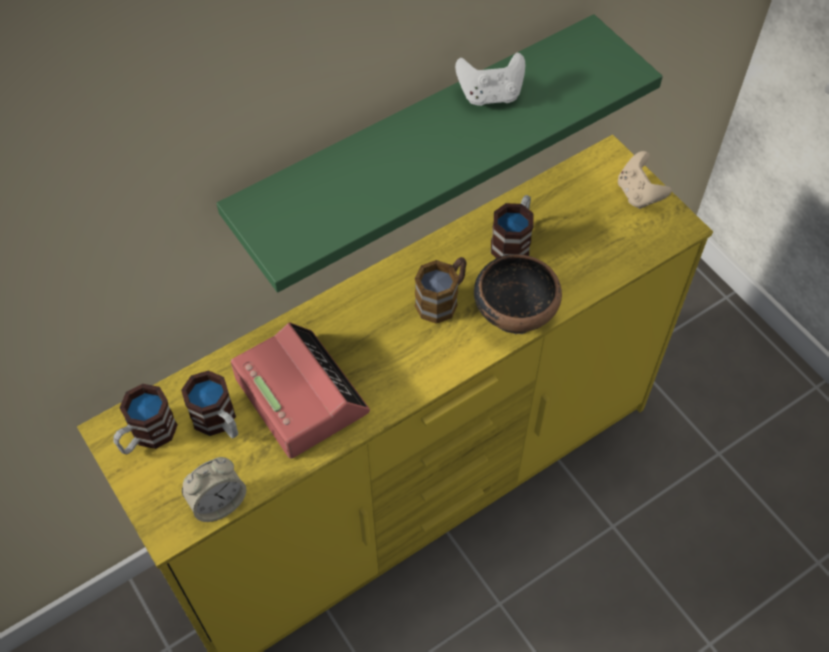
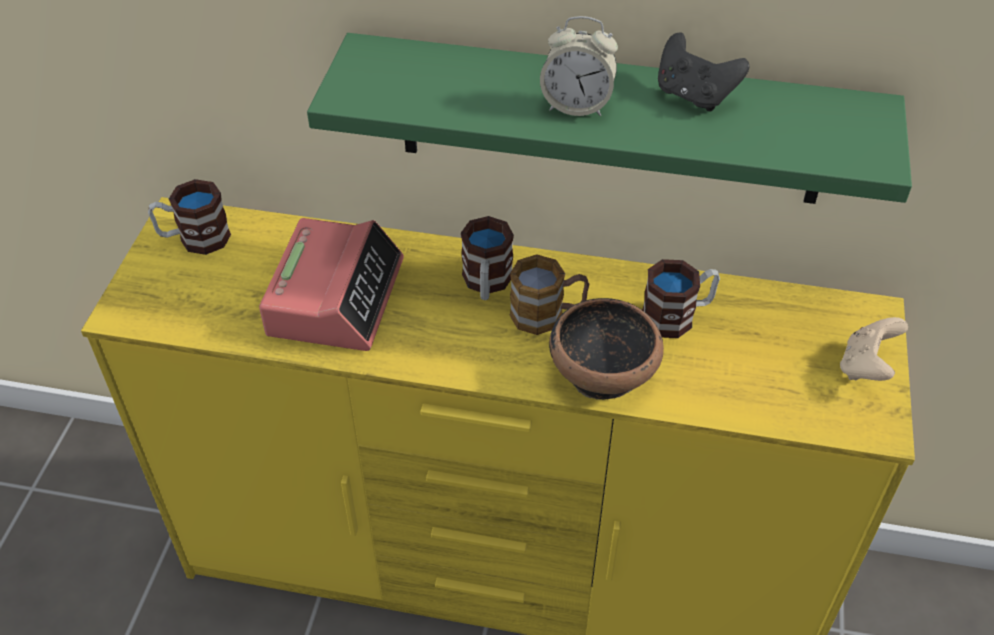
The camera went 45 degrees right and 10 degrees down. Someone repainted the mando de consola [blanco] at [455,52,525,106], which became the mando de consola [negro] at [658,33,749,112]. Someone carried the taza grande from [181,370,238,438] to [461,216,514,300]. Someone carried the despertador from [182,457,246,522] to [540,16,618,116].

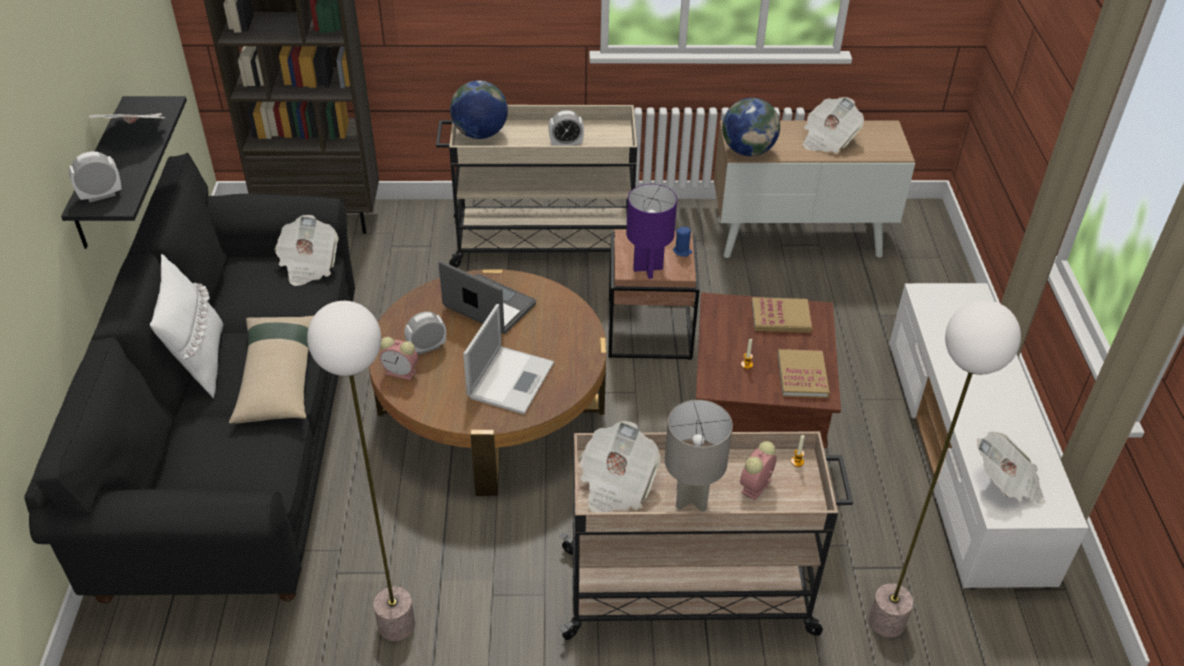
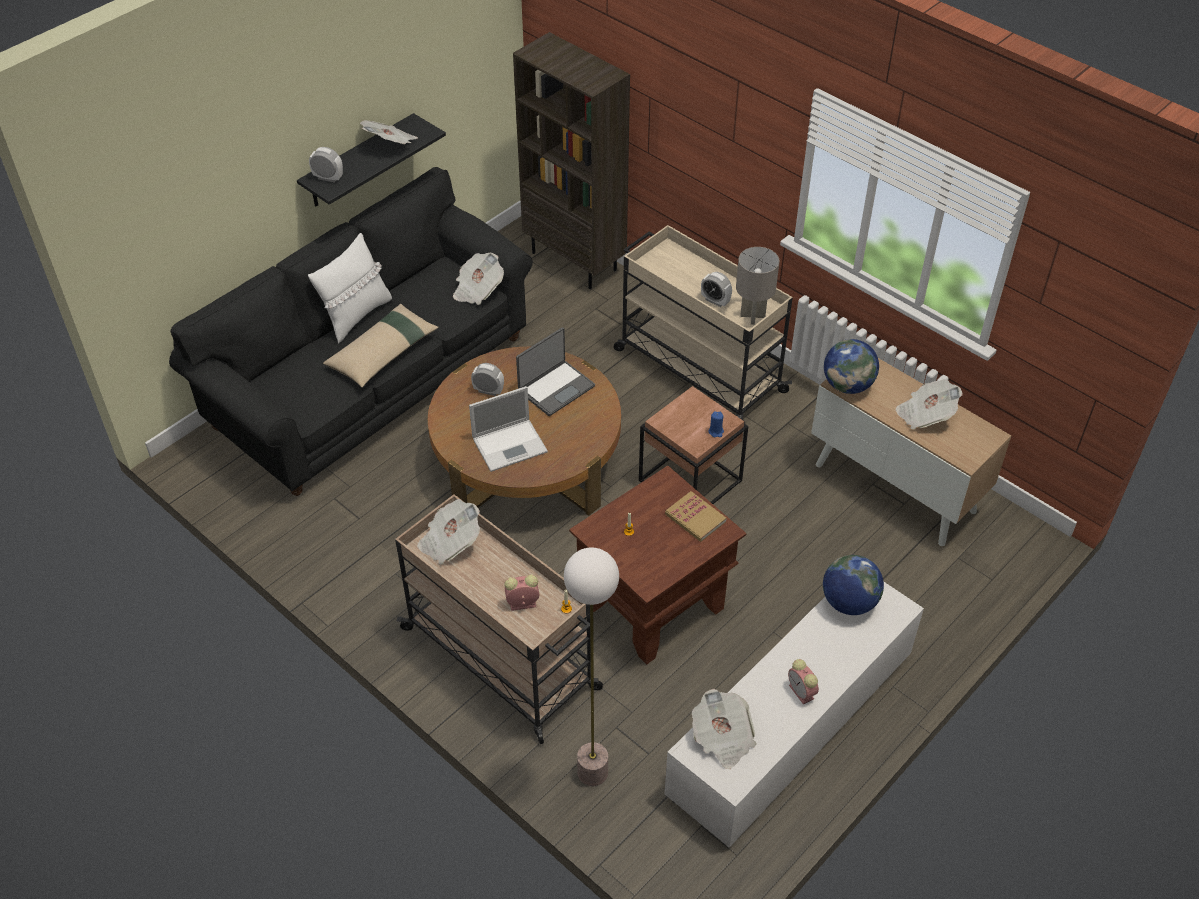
The camera went 45 degrees right and 5 degrees up. Someone carried the globo terráqueo from [450,80,508,139] to [823,555,884,615]. Someone took away the lámpara de mesa [morado] at [626,184,677,279]. Someone rotated the portátil at [439,261,536,334] by 60 degrees clockwise. Someone took away the lámpara de pie at [307,301,415,641]. Someone carried the despertador from [379,337,418,380] to [788,659,819,705]. Someone took away the libro at [778,349,830,398]. Someone carried the lámpara de mesa [gris] from [665,400,733,511] to [736,247,780,325].

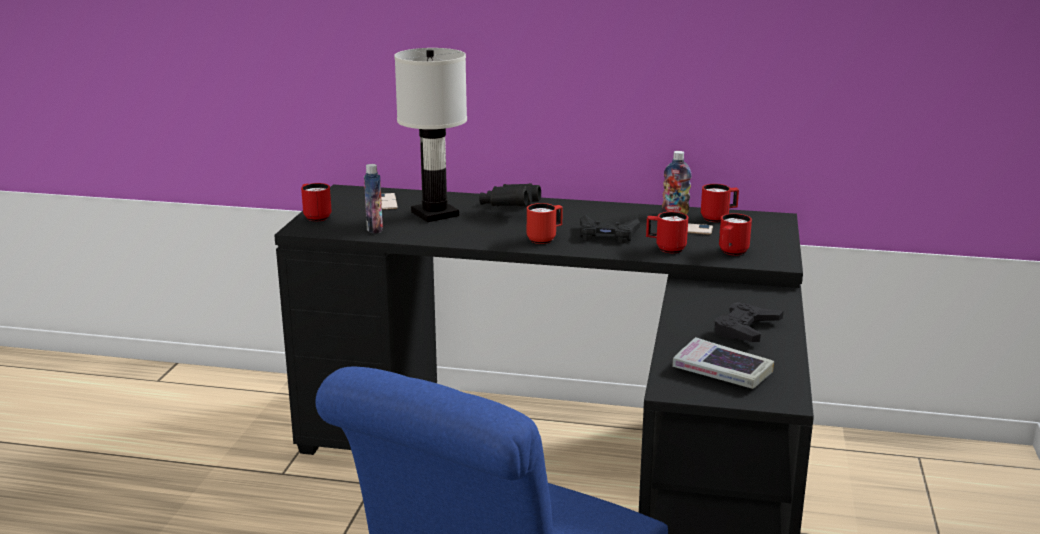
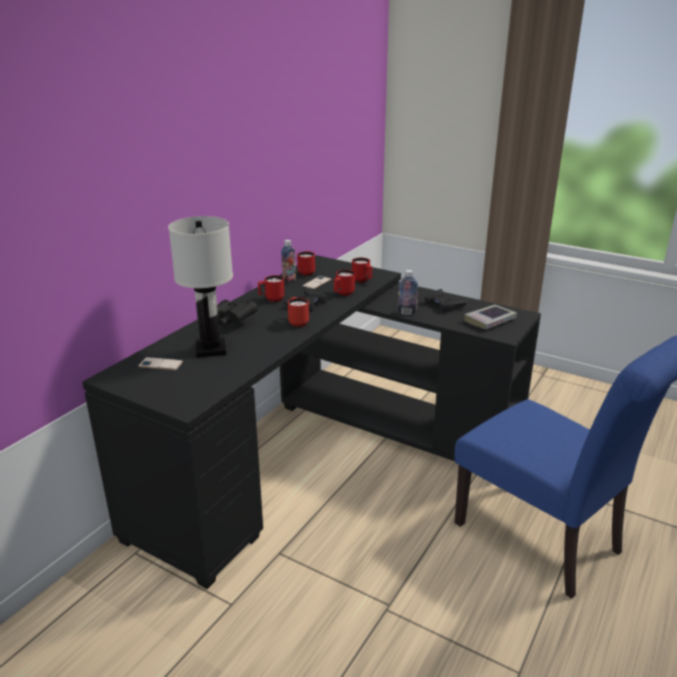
The camera went 70 degrees left and 5 degrees up. Someone carried the botella from [364,164,383,234] to [398,270,418,315]. Someone carried the taza grande [rojo] from [301,183,332,221] to [258,275,285,302].

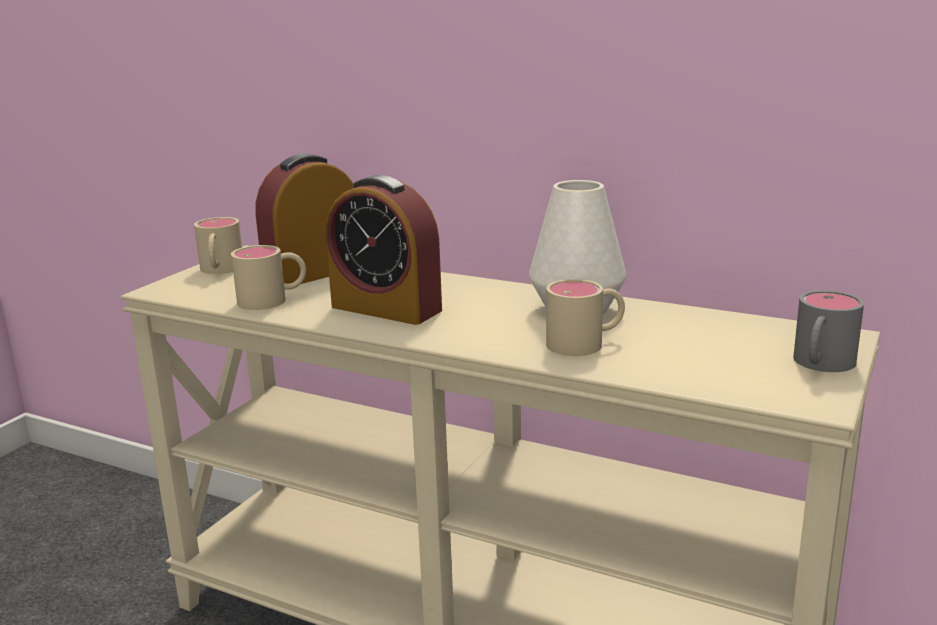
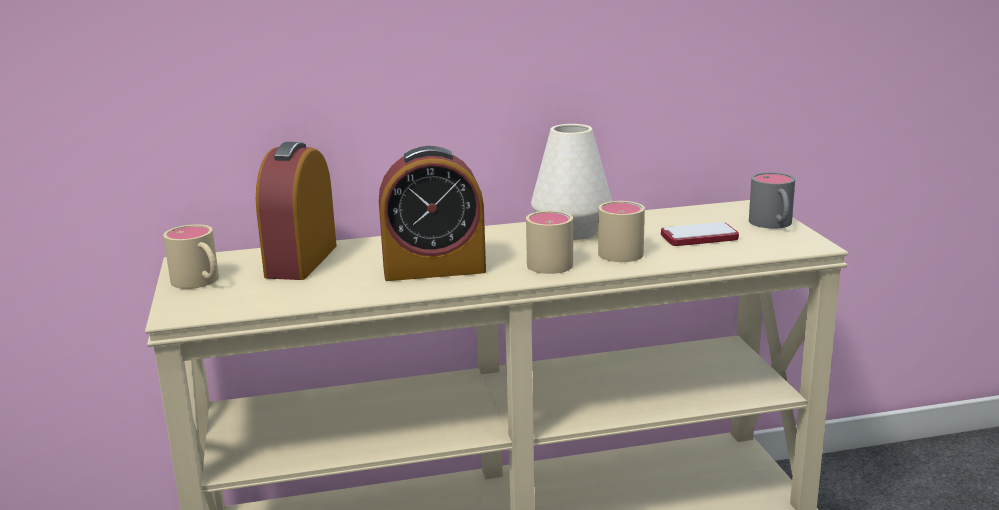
The camera went 40 degrees left and 0 degrees up. Someone carried the taza grande [beis] from [231,245,306,310] to [526,211,573,274]. Someone put down the móvil at [661,222,739,246].

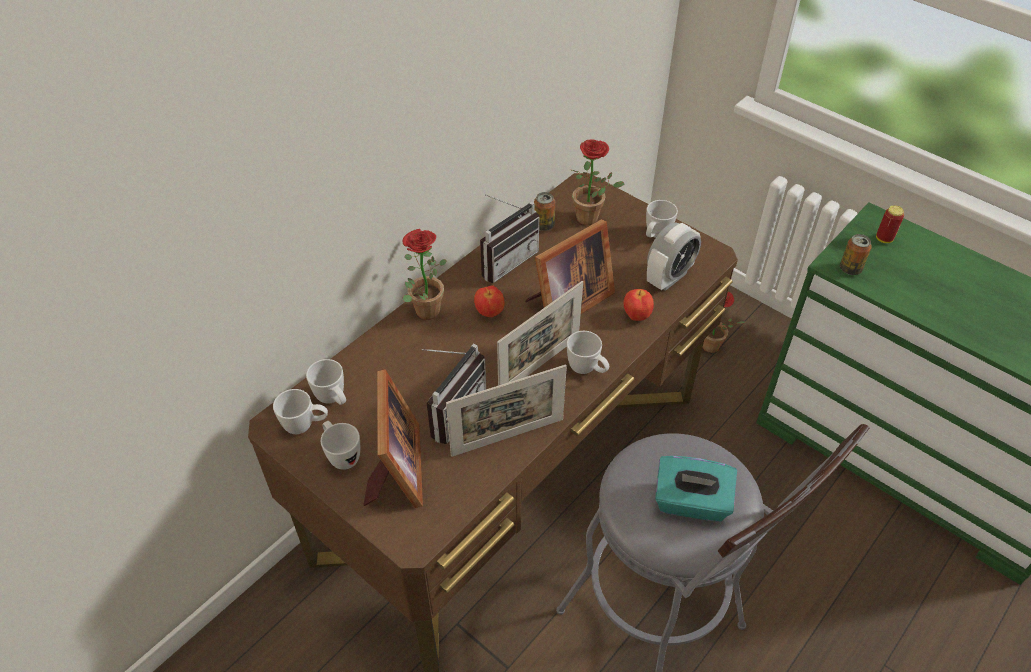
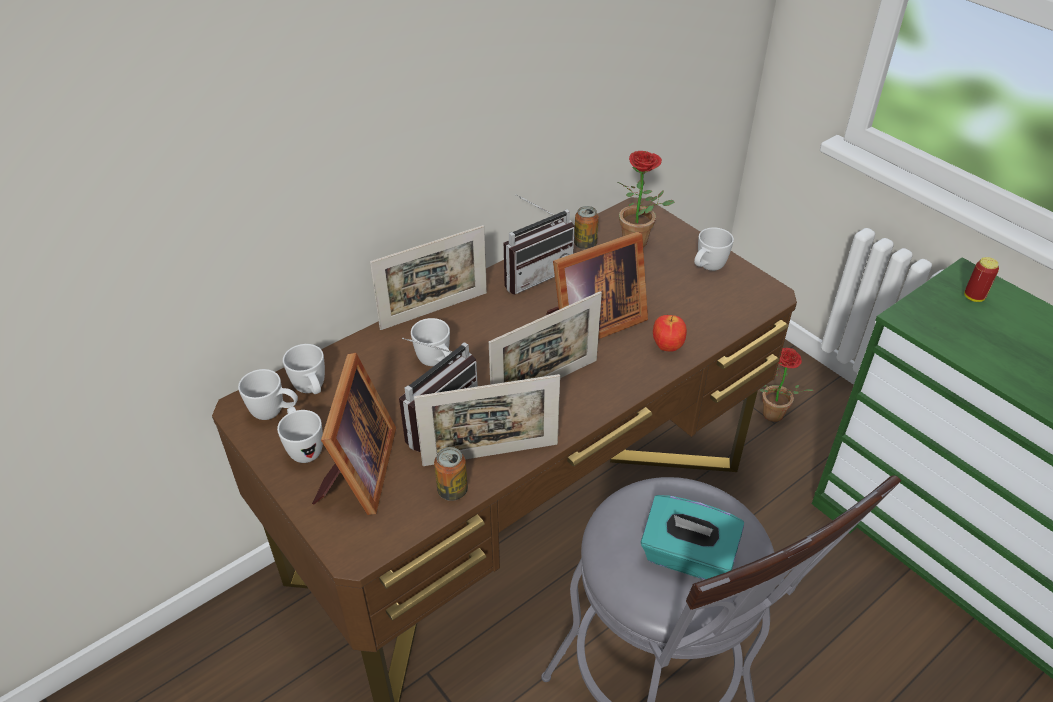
The camera went 10 degrees right and 5 degrees down. Someone took away the despertador at [647,222,701,291]. Someone swapped the planta en maceta at [402,229,447,320] for the portarretratos at [370,225,487,330]. Someone carried the lata from [840,234,872,275] to [434,447,468,501]. Someone took away the manzana at [474,285,505,317]. Someone carried the taza grande [blanco] from [567,331,609,374] to [411,318,451,366].

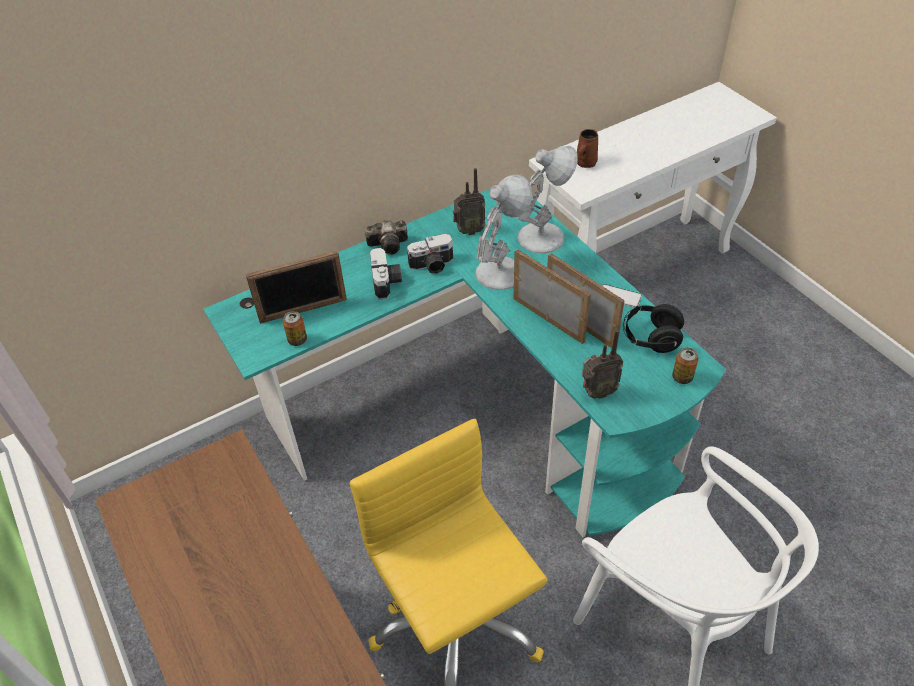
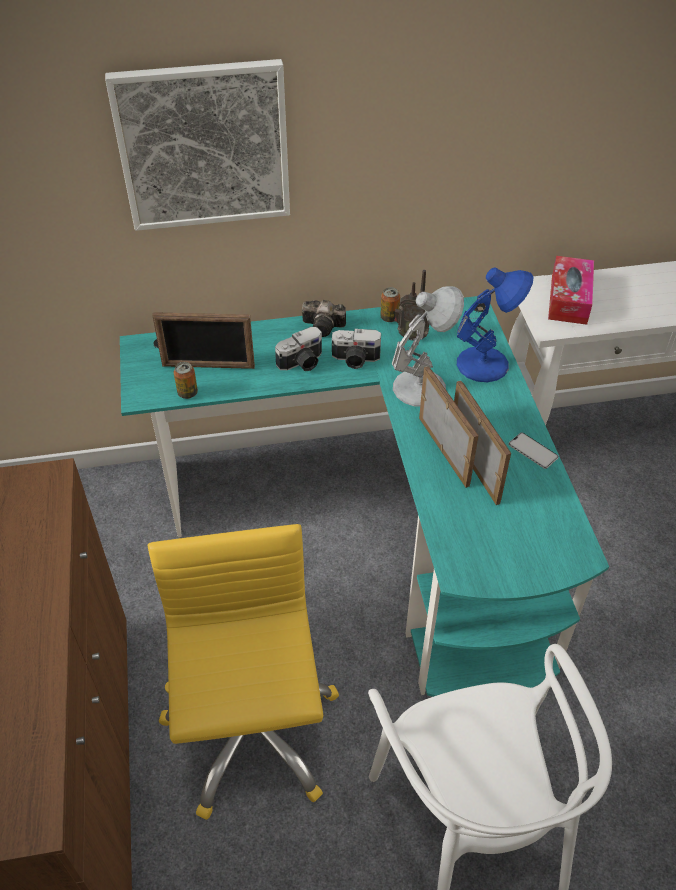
The camera went 20 degrees right and 0 degrees up. Someone swapped the taza grande [marrón] at [577,129,598,168] for the caja de pañuelos at [548,256,594,325]. Someone repainted the lámpara de mesa [blanco] at [517,146,578,253], which became the lámpara de mesa [azul] at [457,268,534,382]. Someone rotated the cámara at [370,248,402,299] by 45 degrees clockwise. Someone took away the auriculares [negro] at [623,304,684,353]. Someone took away the radio at [582,329,623,399]. Someone carried the lata from [672,348,698,384] to [380,287,400,322]. Someone put up the cuadro at [105,59,290,231].

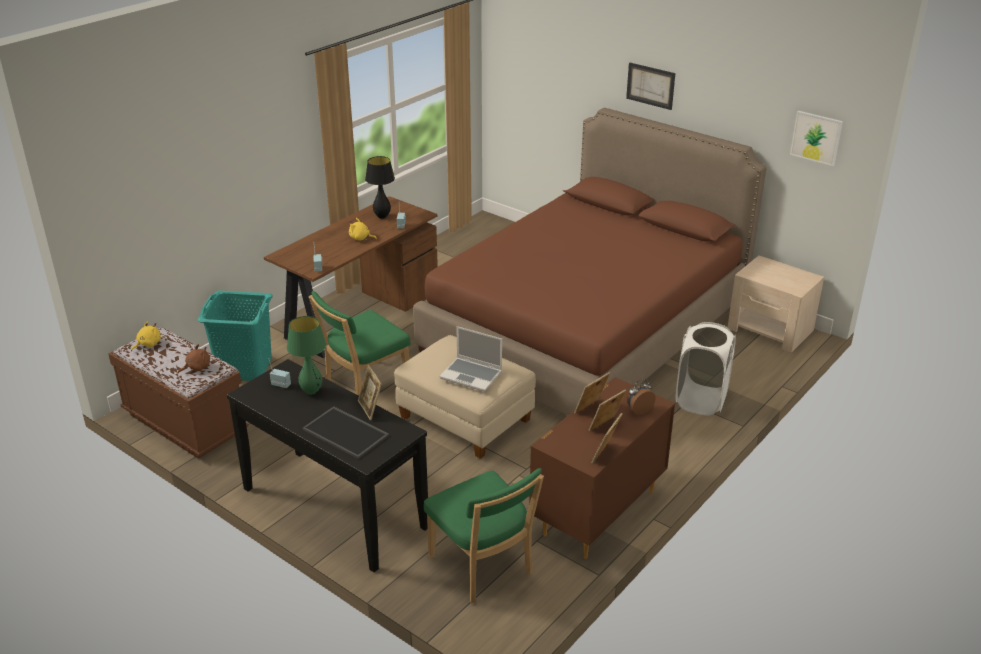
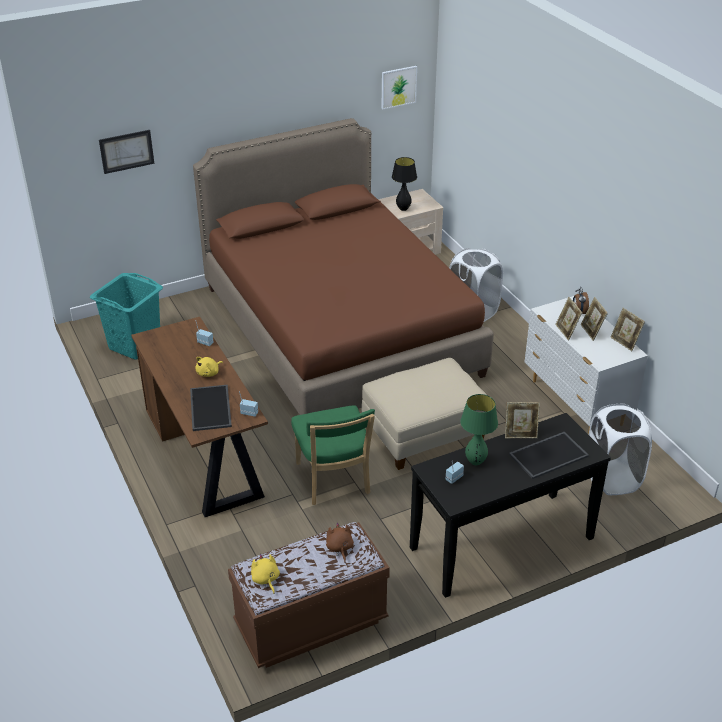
The camera went 65 degrees left and 5 degrees up. Someone carried the cuadro from [626,63,675,110] to [99,130,154,174]. Someone carried the lámpara de mesa [negro] from [365,156,395,219] to [392,157,417,211]. Someone carried the cesto de la ropa [turquesa] from [198,291,273,381] to [90,273,163,360]. Someone took away the portátil at [439,326,502,392]. Someone repainted the cómoda [marrón] at [529,377,675,559], which became the cómoda [blanco] at [524,296,648,435]. Someone swapped the silla [verde] at [424,468,544,604] for the cesto de la ropa [blanco] at [589,404,652,495]. Someone put down the bandeja at [190,385,232,431].

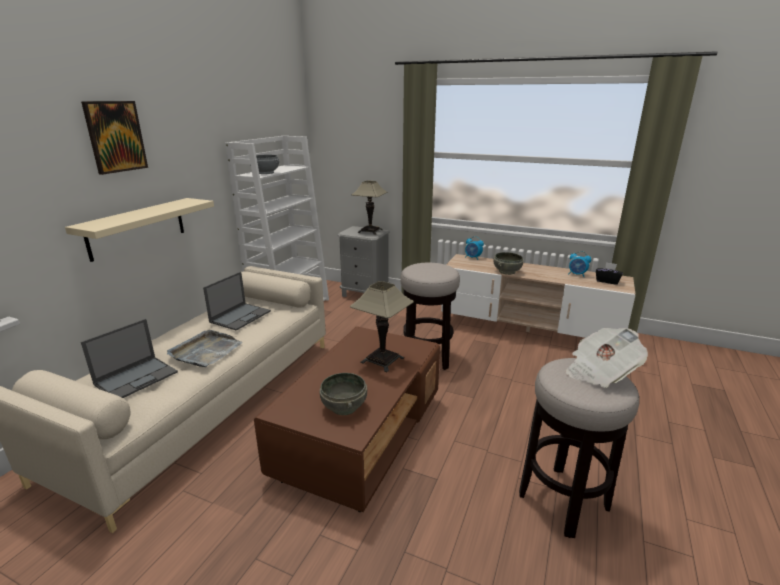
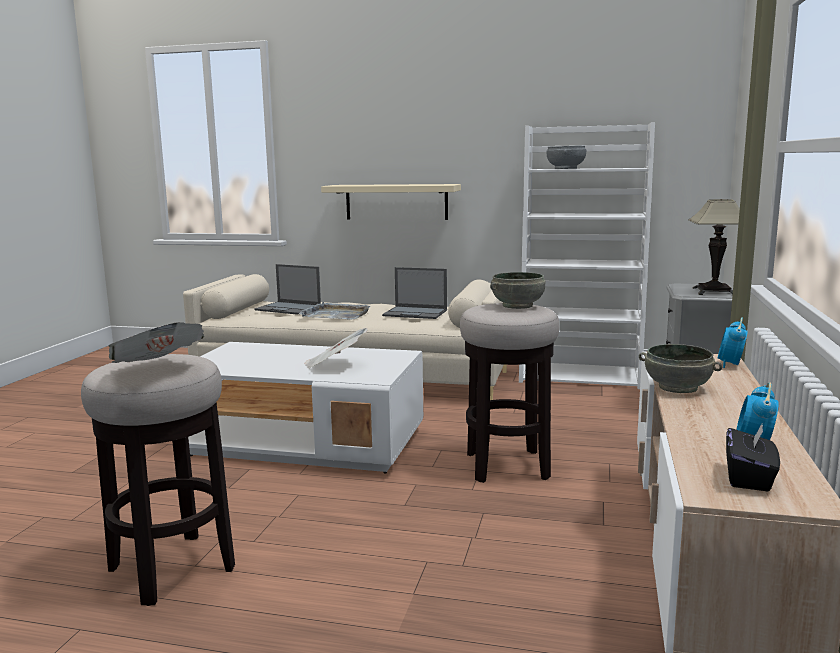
The camera went 80 degrees right and 10 degrees down. Someone took away the cuadro at [81,101,148,175]. Someone swapped the lámpara de mesa at [350,281,414,372] for the periódico at [304,328,368,368]. Someone repainted the mesa de centro [marrón] at [254,326,440,512], which became the mesa de centro [blanco] at [188,342,423,473]. Someone carried the cuenco [gris] from [320,373,367,415] to [490,272,546,309].

